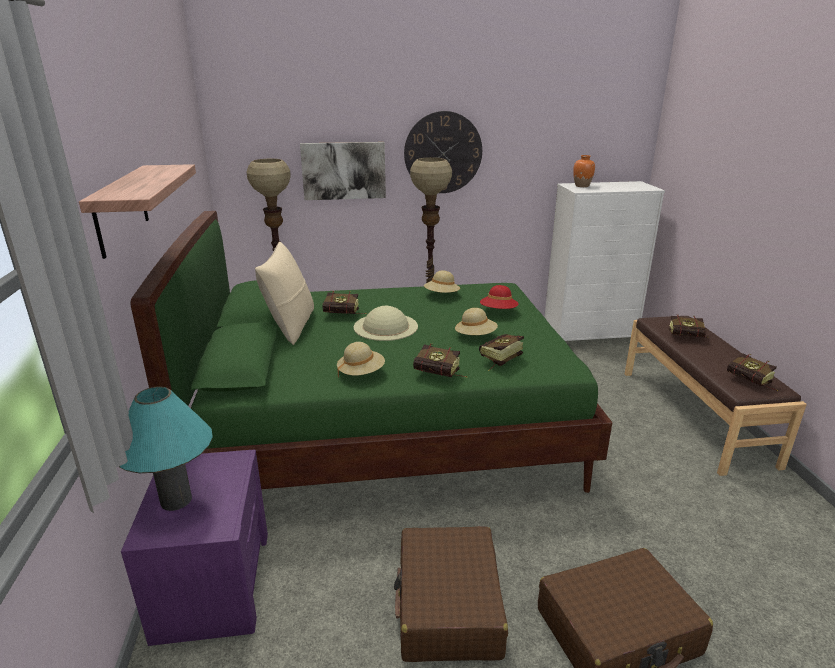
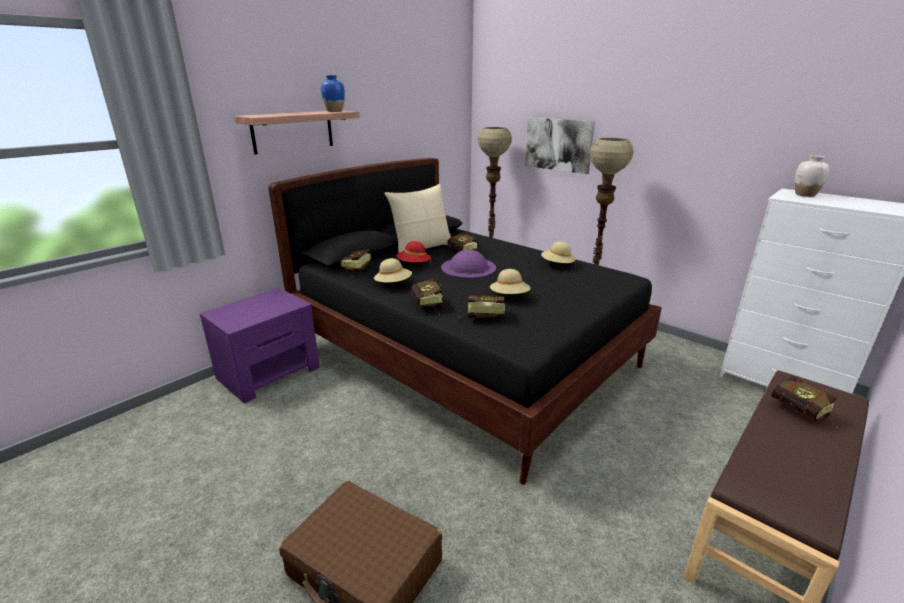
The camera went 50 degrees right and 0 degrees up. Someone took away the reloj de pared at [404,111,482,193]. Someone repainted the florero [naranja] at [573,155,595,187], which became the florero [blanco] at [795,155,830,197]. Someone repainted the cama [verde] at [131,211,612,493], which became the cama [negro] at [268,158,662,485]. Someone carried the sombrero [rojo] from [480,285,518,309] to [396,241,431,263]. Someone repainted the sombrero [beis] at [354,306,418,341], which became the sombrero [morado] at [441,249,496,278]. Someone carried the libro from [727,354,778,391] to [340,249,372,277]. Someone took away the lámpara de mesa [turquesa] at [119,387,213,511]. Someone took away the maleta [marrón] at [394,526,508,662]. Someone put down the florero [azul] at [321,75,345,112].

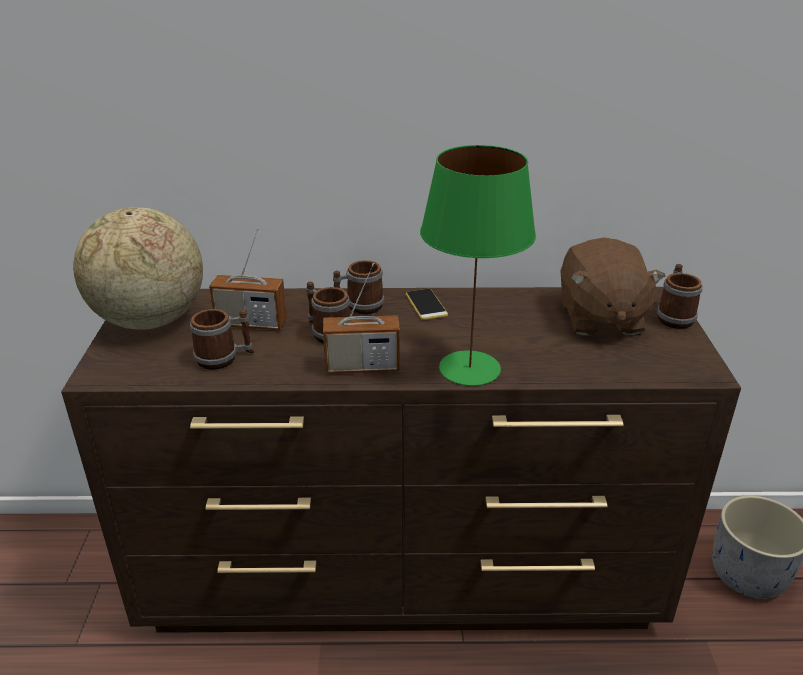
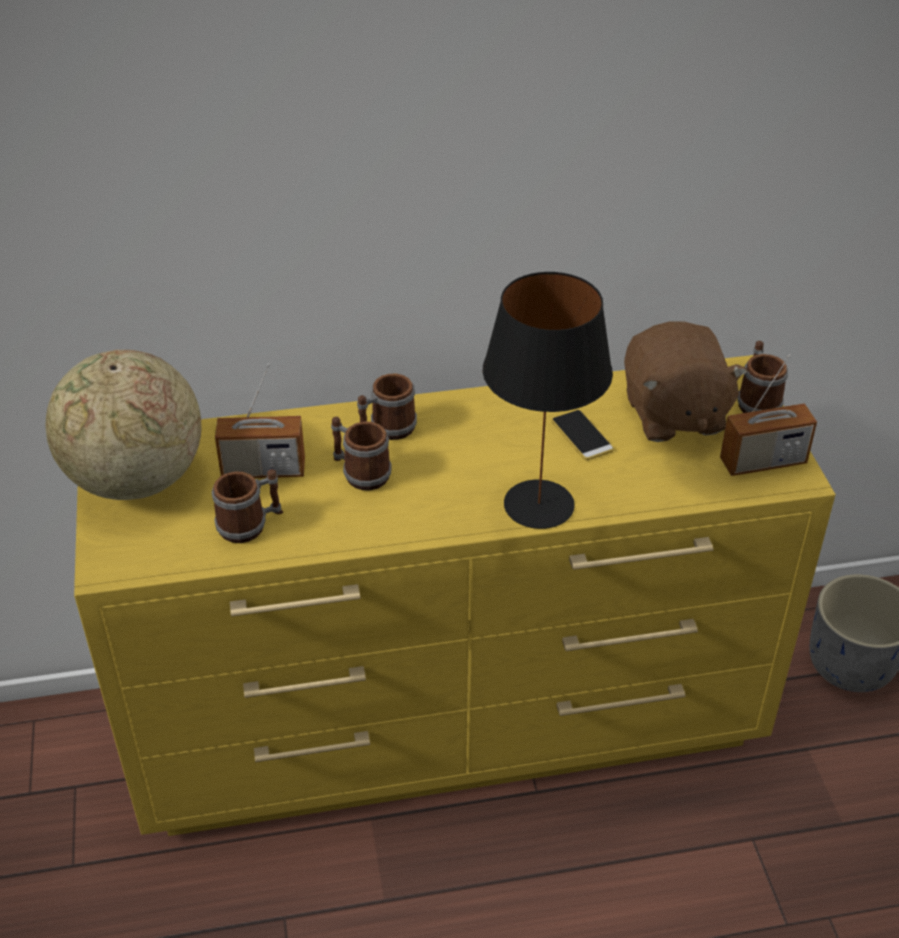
The camera went 10 degrees left and 10 degrees up. Someone repainted the lámpara de mesa [verde] at [420,145,536,386], which became the lámpara de mesa [negro] at [483,272,613,529]. Someone carried the radio from [323,263,400,374] to [720,354,817,476]. Someone repainted the cómoda [marrón] at [61,287,741,633], which became the cómoda [amarillo] at [74,355,836,836]. Someone carried the móvil from [406,289,448,320] to [551,410,614,460].

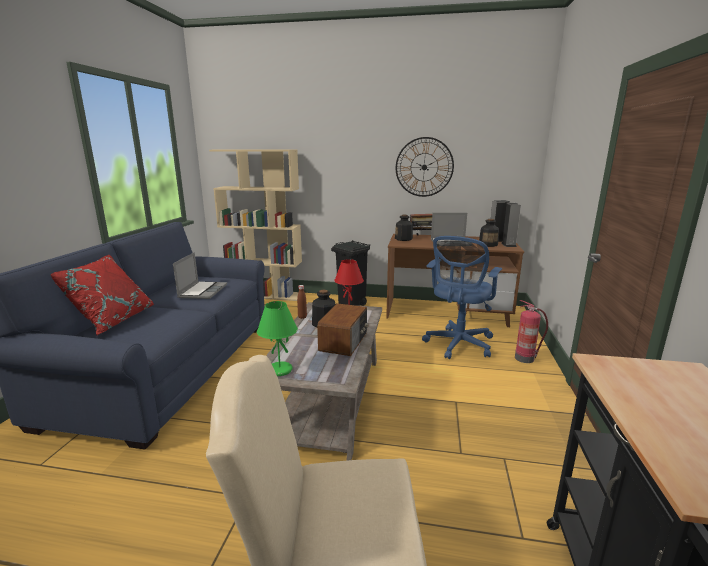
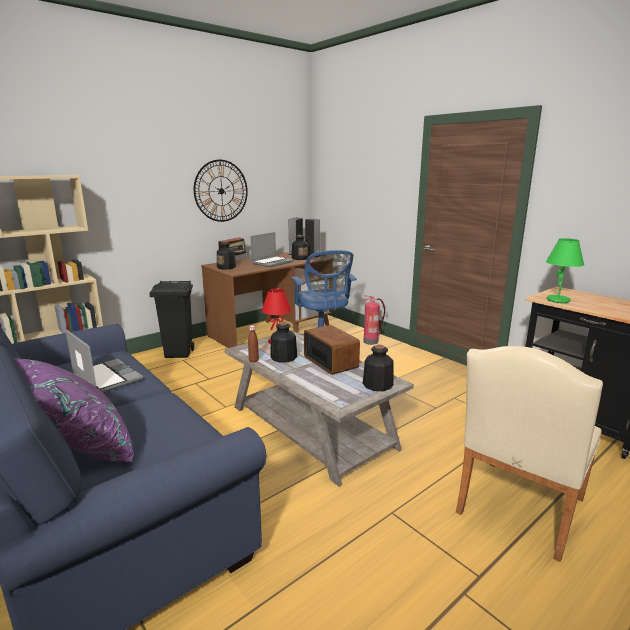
The camera went 50 degrees left and 0 degrees up. Someone repainted the cojín [rojo] at [51,255,154,335], which became the cojín [morado] at [14,357,134,462]. Someone carried the lámpara de mesa [verde] from [257,301,298,376] to [546,238,584,303]. Someone put down the botella at [363,345,394,391].

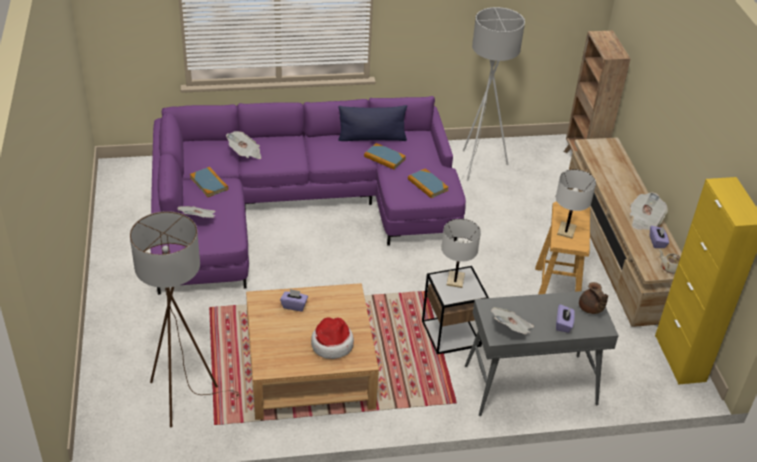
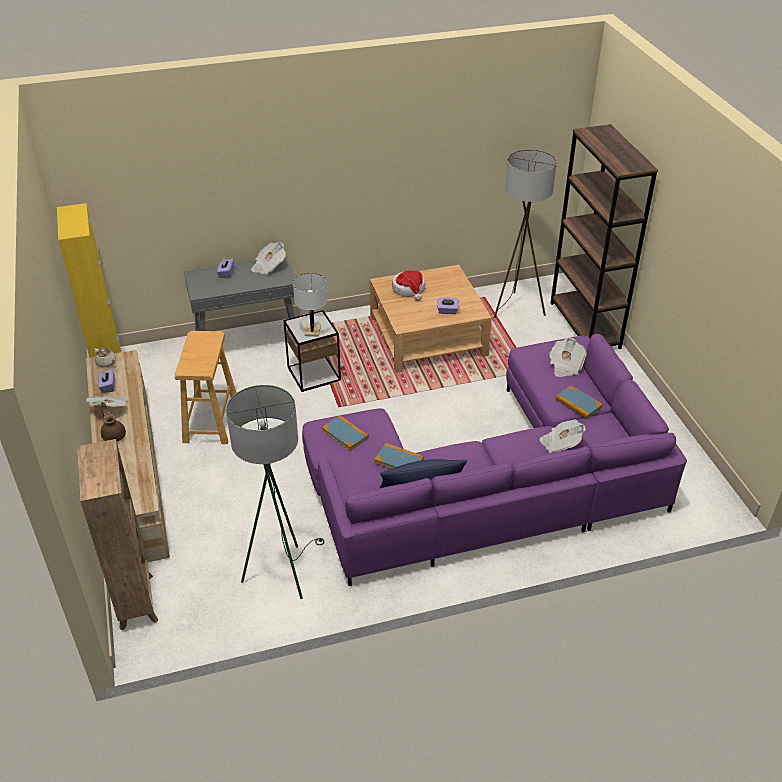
The camera went 175 degrees right and 0 degrees up. Someone repainted the lámpara de pie [blanco] at [461,7,525,181], which became the lámpara de pie [verde] at [226,385,324,599]. Someone took away the lámpara de mesa [blanco] at [556,169,596,239]. Someone carried the tetera [marrón] from [579,282,608,314] to [101,402,126,442]. Someone put down the estantería [marrón] at [550,124,658,349].

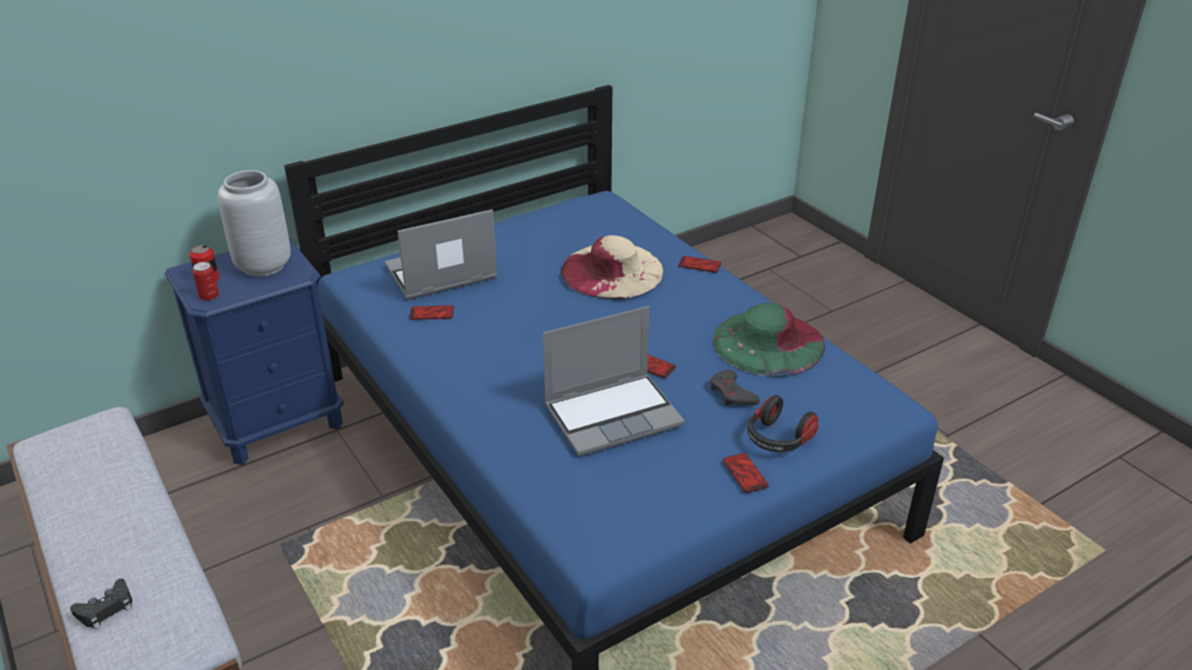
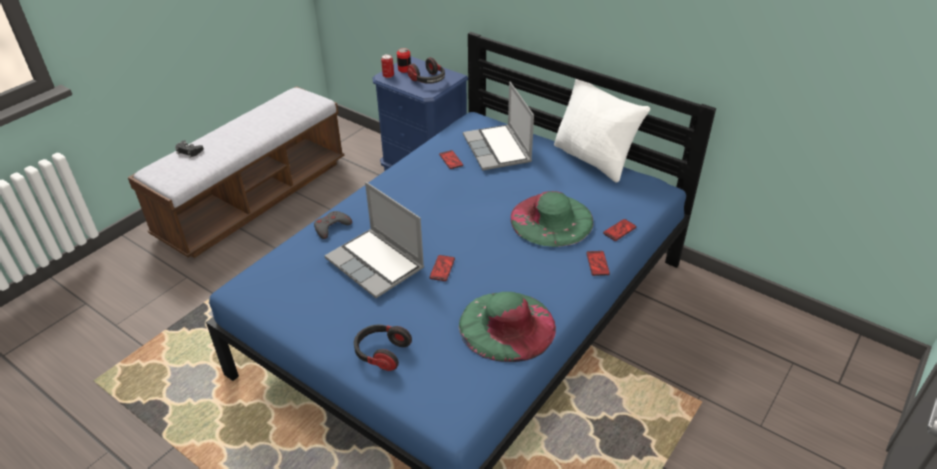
The camera went 70 degrees right and 5 degrees up. Someone swapped the florero [gris] at [217,170,291,277] for the auriculares at [407,57,445,84]. Someone rotated the portátil at [385,209,498,299] by 150 degrees counterclockwise. Someone repainted the sombrero [beis] at [561,235,663,299], which became the sombrero [verde] at [511,191,593,247]. Someone carried the mando de consola [gris] from [711,370,760,406] to [314,211,352,239]. Someone carried the móvil from [723,453,768,493] to [603,219,637,241]. Someone put down the cojín [blanco] at [554,79,650,183].

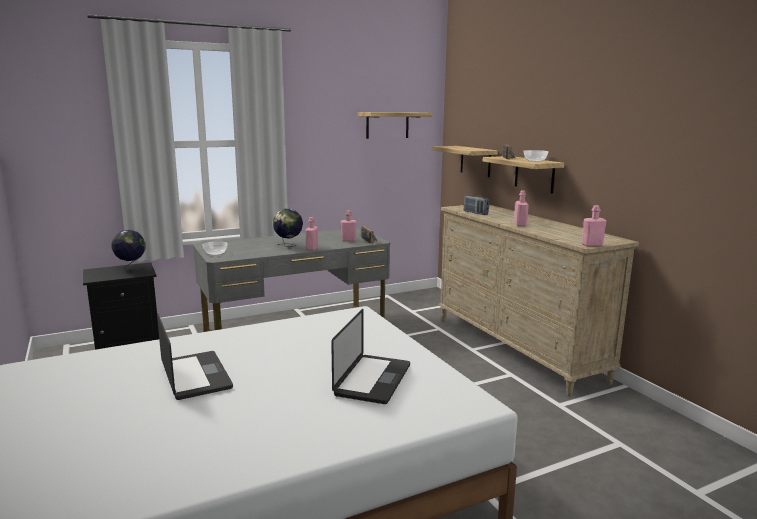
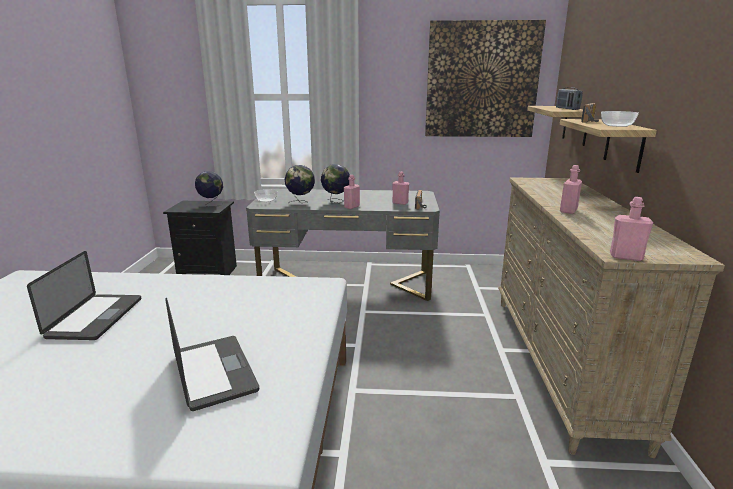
The camera went 30 degrees right and 5 degrees up. Someone swapped the estante at [358,112,432,139] for the cuadro at [425,20,546,137]. Someone carried the radio from [464,195,489,215] to [556,87,583,110]. Someone rotated the portátil at [331,309,410,404] by 75 degrees counterclockwise. Someone put down the globo terráqueo at [285,165,315,204].

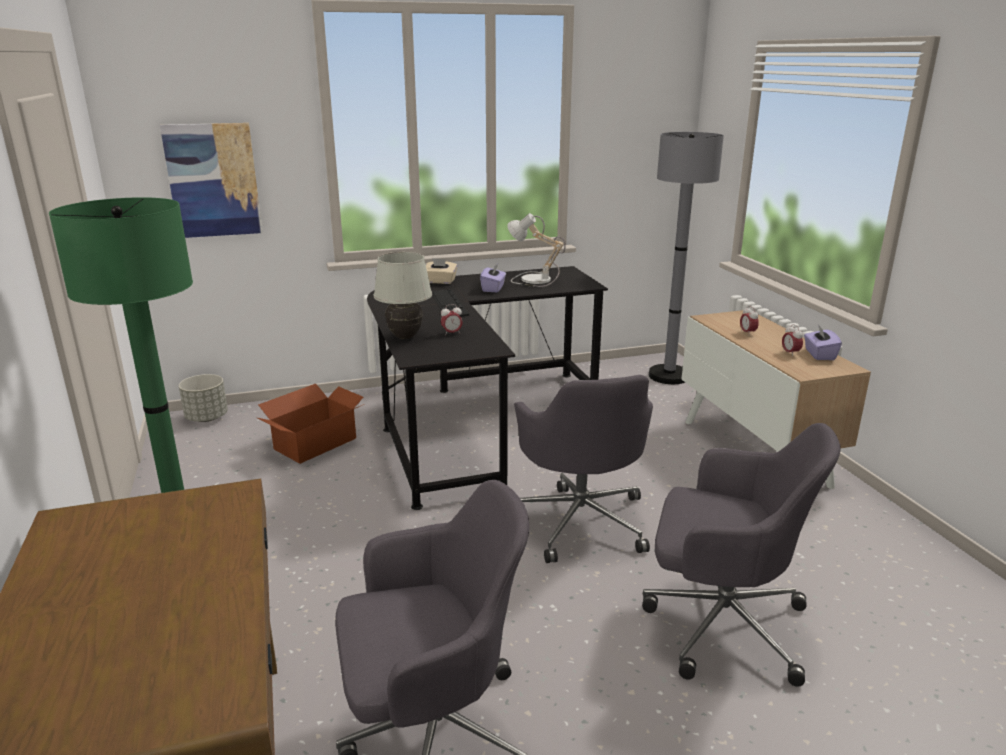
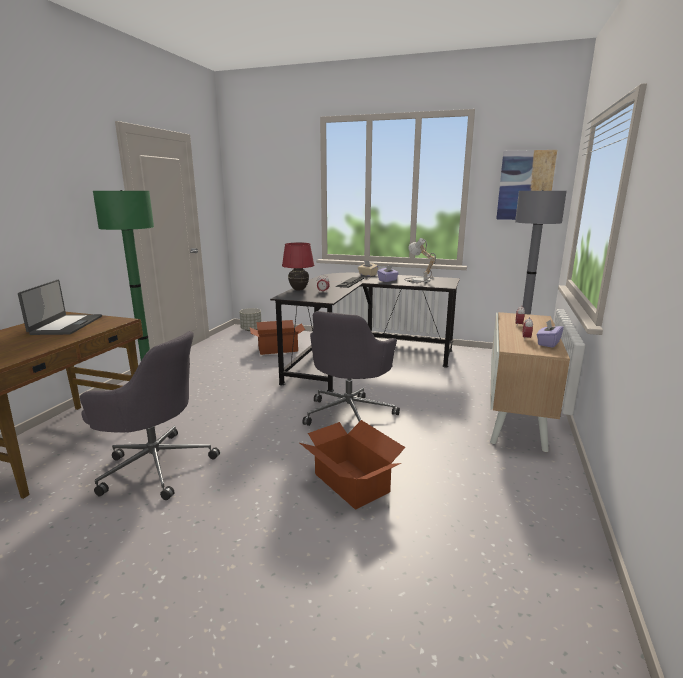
The camera went 35 degrees right and 5 degrees down. Someone carried the cuadro from [160,123,263,238] to [496,150,557,220]. Someone repainted the lámpara de mesa [blanco] at [373,252,432,339], which became the lámpara de mesa [rojo] at [282,242,314,291]. Someone swapped the silla de oficina [gris] at [642,423,841,687] for the caja de cartón at [300,420,405,510]. Someone put down the portátil at [18,280,102,335].

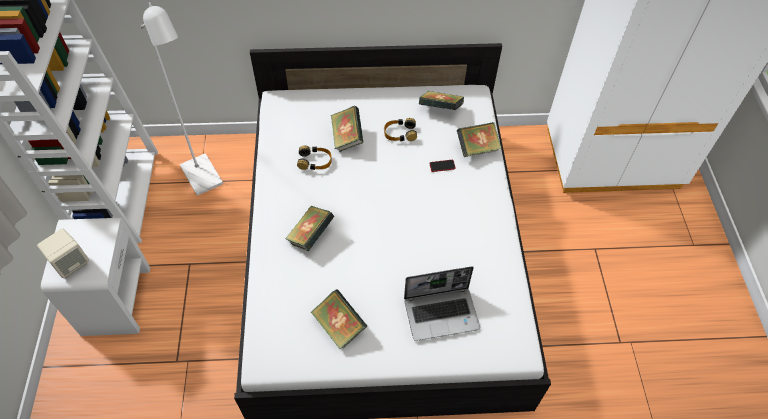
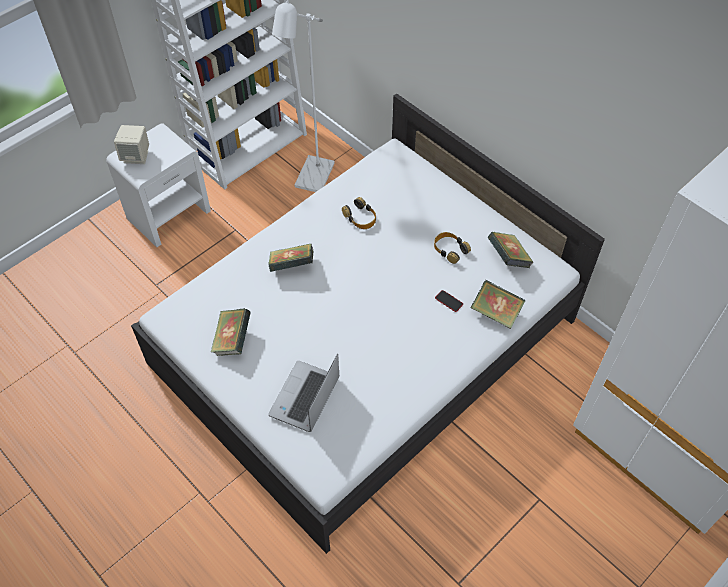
The camera went 50 degrees right and 0 degrees up. Someone took away the libro at [331,106,363,152]. Someone rotated the portátil at [404,266,480,341] by 75 degrees clockwise.

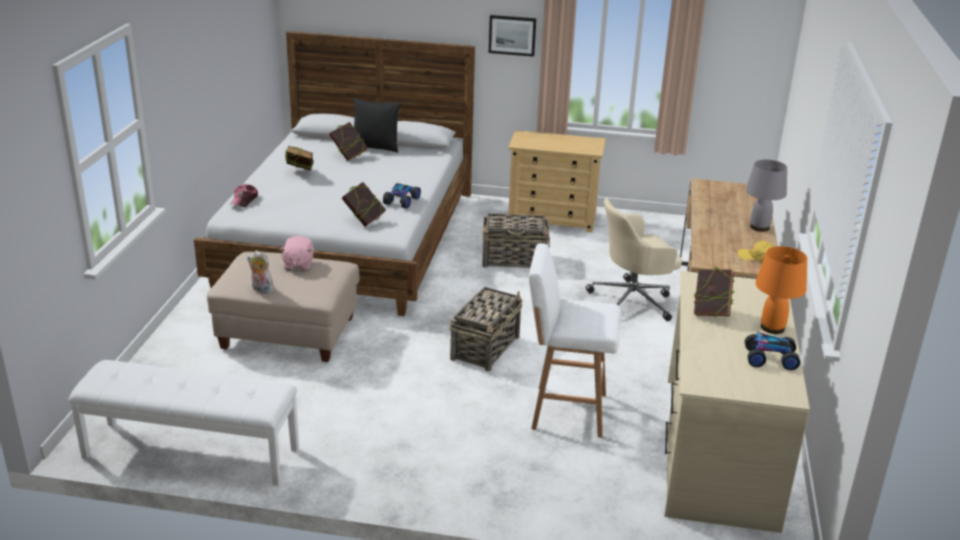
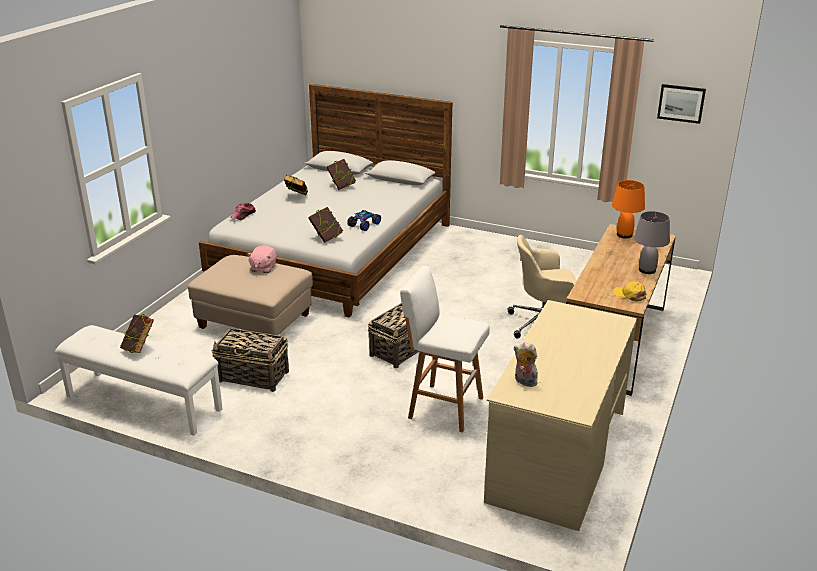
The camera went 15 degrees right and 0 degrees up. Someone carried the cuadro from [489,15,536,57] to [657,84,706,124]. Someone took away the cojín [negro] at [353,98,402,153]. Someone took away the cómoda [beis] at [508,130,606,233]. Someone carried the cesta from [482,213,550,268] to [212,328,289,392]. Someone carried the lámpara de mesa [naranja] from [755,246,807,334] to [612,180,645,239]. Someone carried the peluche from [247,251,276,294] to [513,342,538,387]. Someone carried the libro from [694,267,734,317] to [120,314,154,354]. Someone took away the coche de juguete at [745,332,800,370].

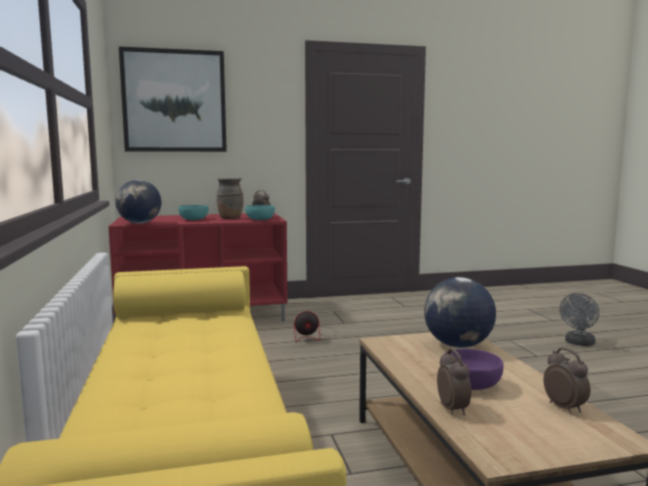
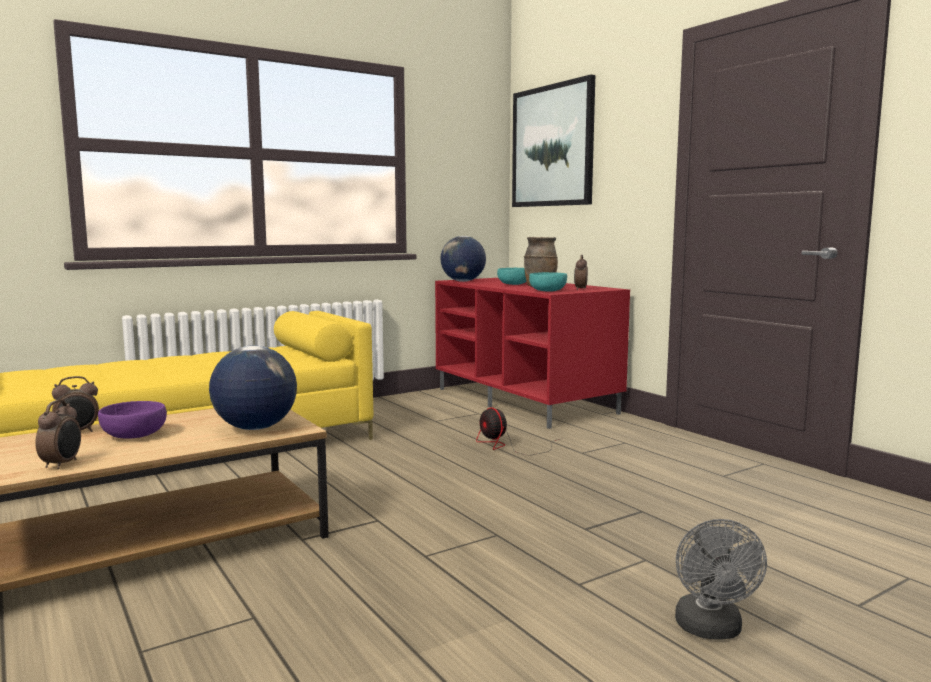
The camera went 70 degrees right and 0 degrees up. Someone rotated the ventilador [gris] at [559,293,599,346] by 105 degrees counterclockwise. Someone rotated the despertador at [544,348,590,413] by 45 degrees counterclockwise.

